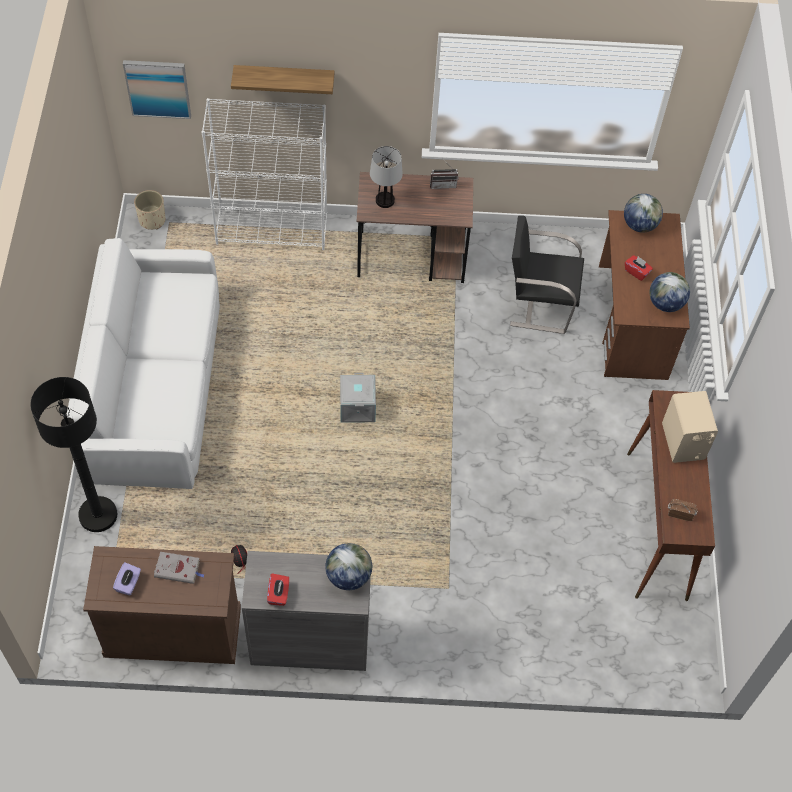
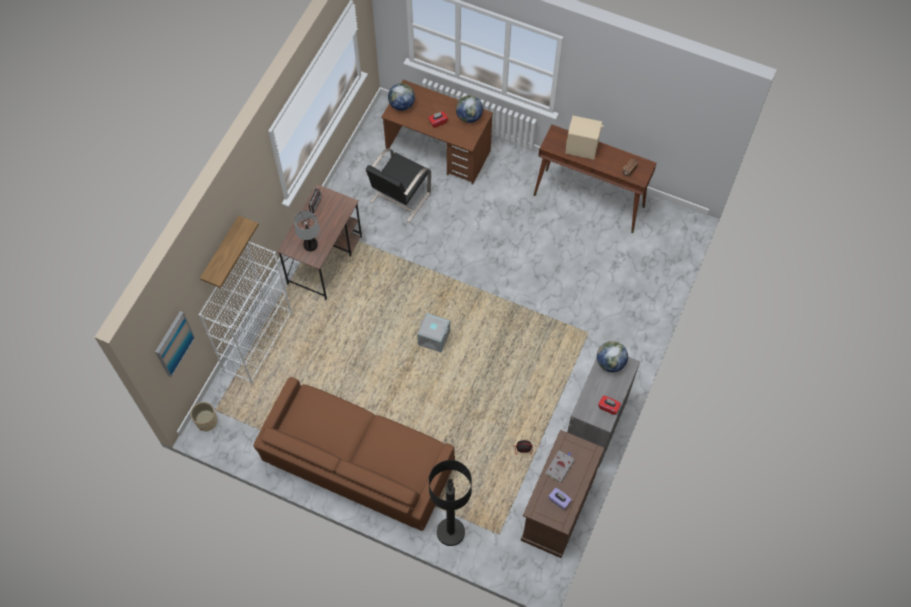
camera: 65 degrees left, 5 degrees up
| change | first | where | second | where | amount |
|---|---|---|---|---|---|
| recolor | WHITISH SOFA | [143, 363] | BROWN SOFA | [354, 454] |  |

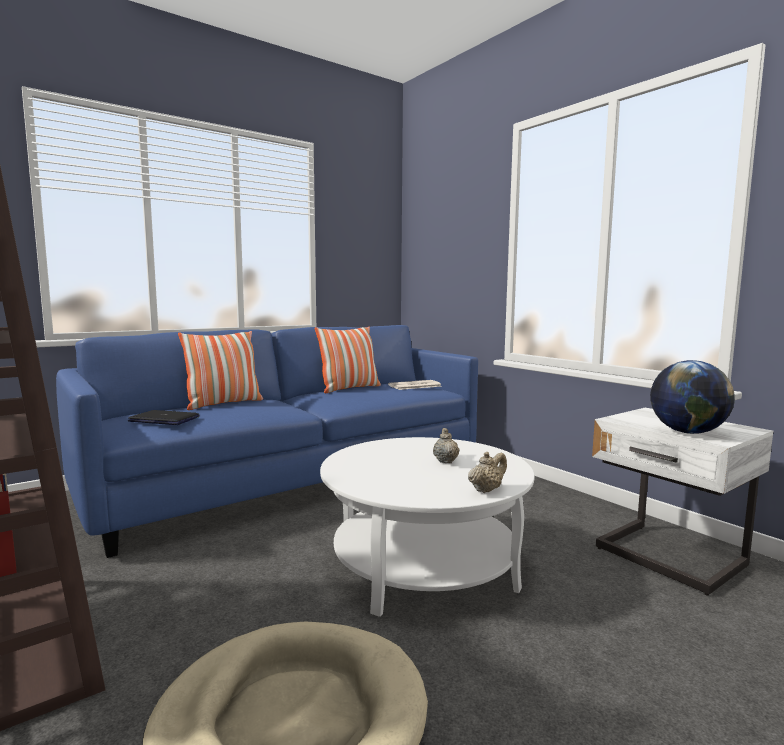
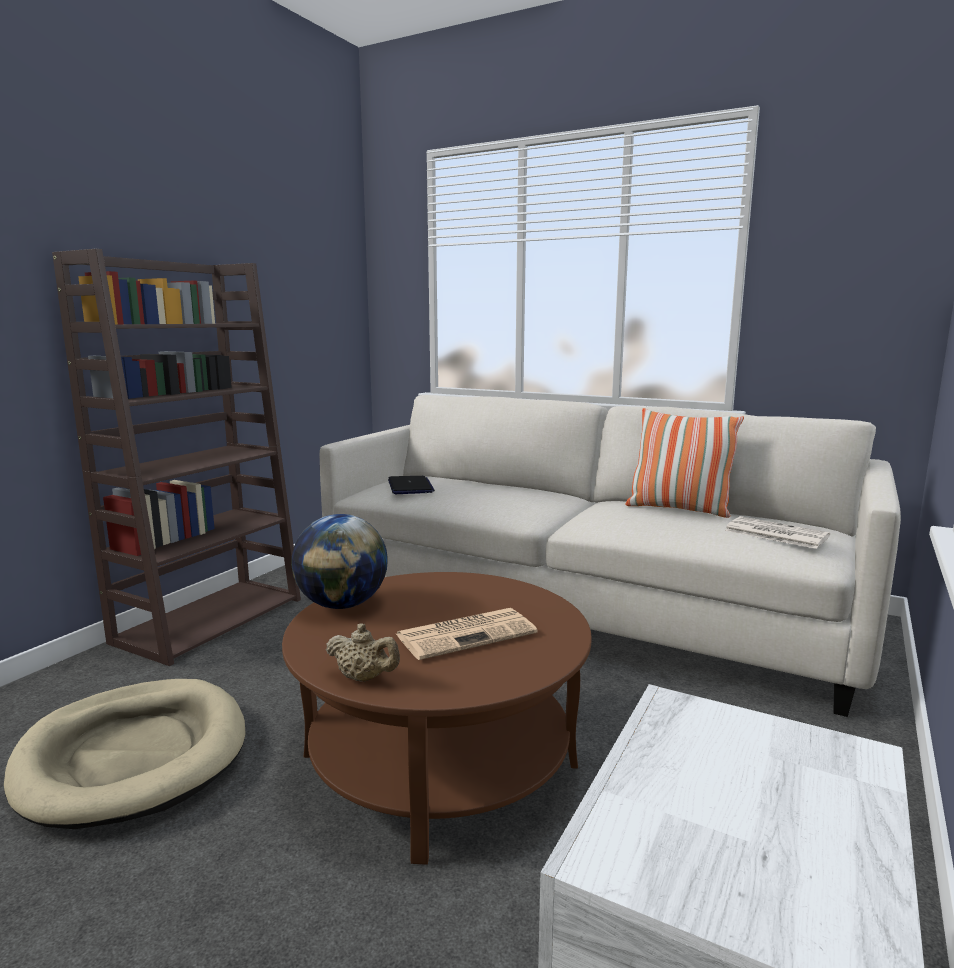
camera: 65 degrees right, 5 degrees up
| change | first | where | second | where | amount |
|---|---|---|---|---|---|
| recolor | BLUISH SOFA | [267, 441] | WHITISH SOFA | [610, 556] |  |
| delete | CUSHION | [220, 370] |  |  |  |
| recolor | WHITISH LOUNGE TABLE | [427, 527] | BROWN LOUNGE TABLE | [437, 718] |  |
| replace | BEIGE-COLOURED TEAPOT | [446, 445] | NEWSPAPER | [466, 634] |  |
| move | GLOBE | [692, 397] |  | [339, 561] |  |

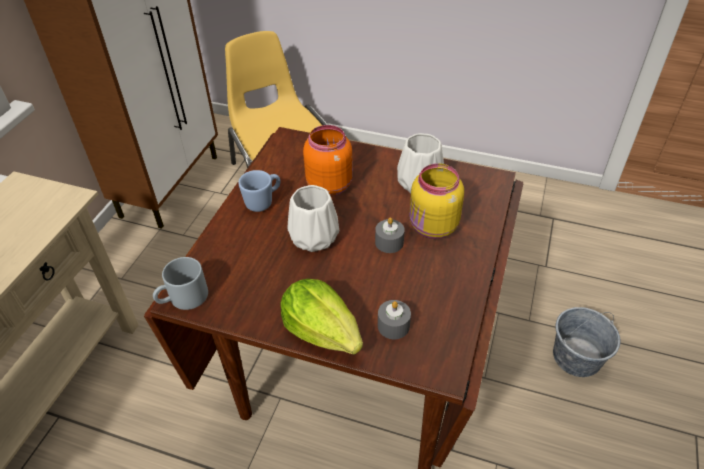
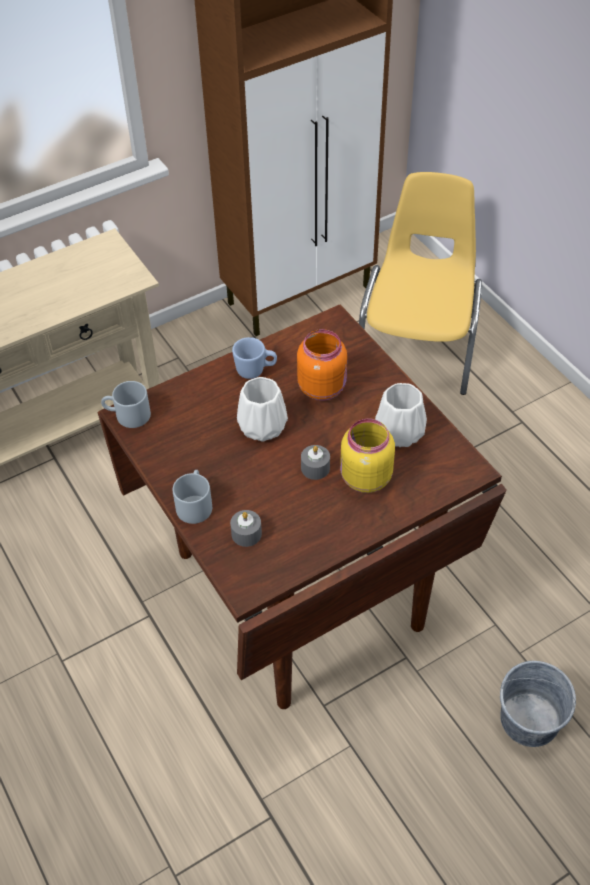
camera: 40 degrees right, 5 degrees up
| change | first | where | second | where | amount |
|---|---|---|---|---|---|
| replace | LETTUCE | [321, 316] | GREYISH TEA MUG | [192, 497] |  |

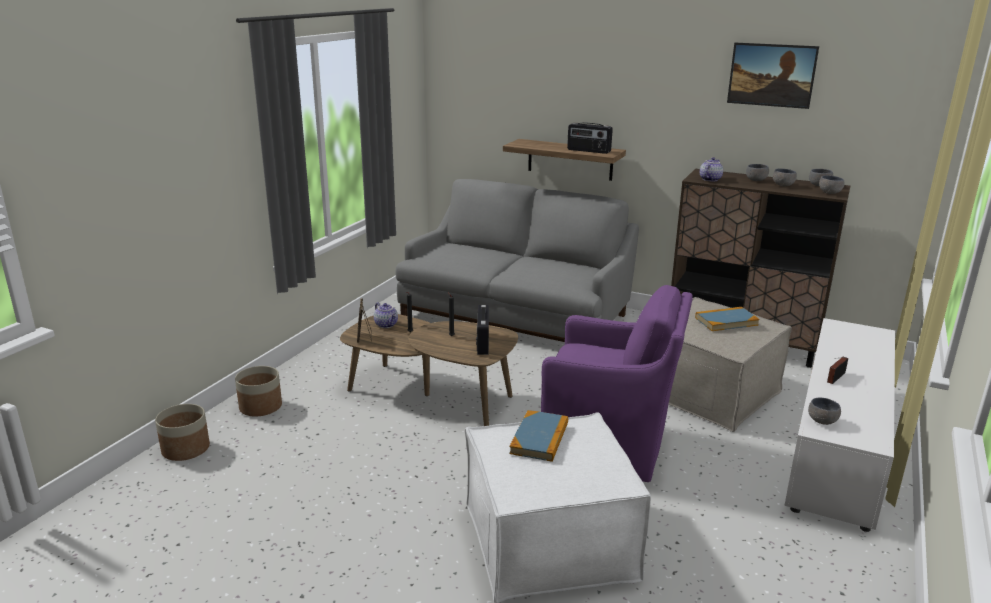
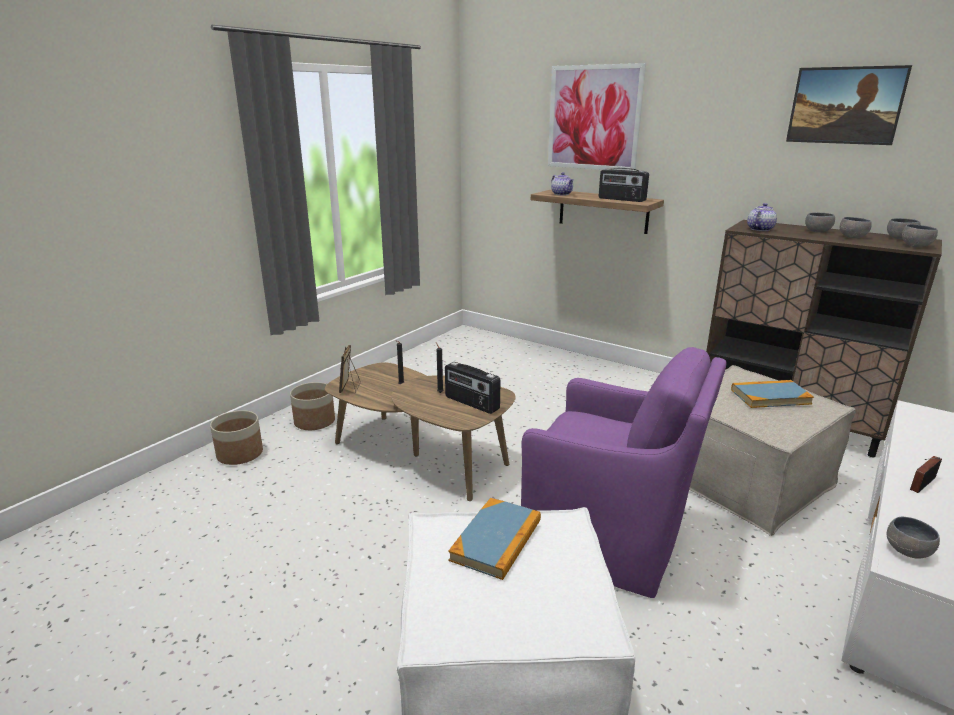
camera: 10 degrees right, 0 degrees up
| change | first | where | second | where | amount |
|---|---|---|---|---|---|
| move | PLANT POT | [182, 432] |  | [312, 406] |  |
| move | TEAPOT | [386, 315] |  | [562, 184] |  |
| delete | GREYISH SOFA | [517, 260] |  |  |  |
| rotate | RADIO SET | [482, 330] |  | [473, 388] | 60 degrees counterclockwise |
| insert |  |  | PICTURE | [597, 117] |  |

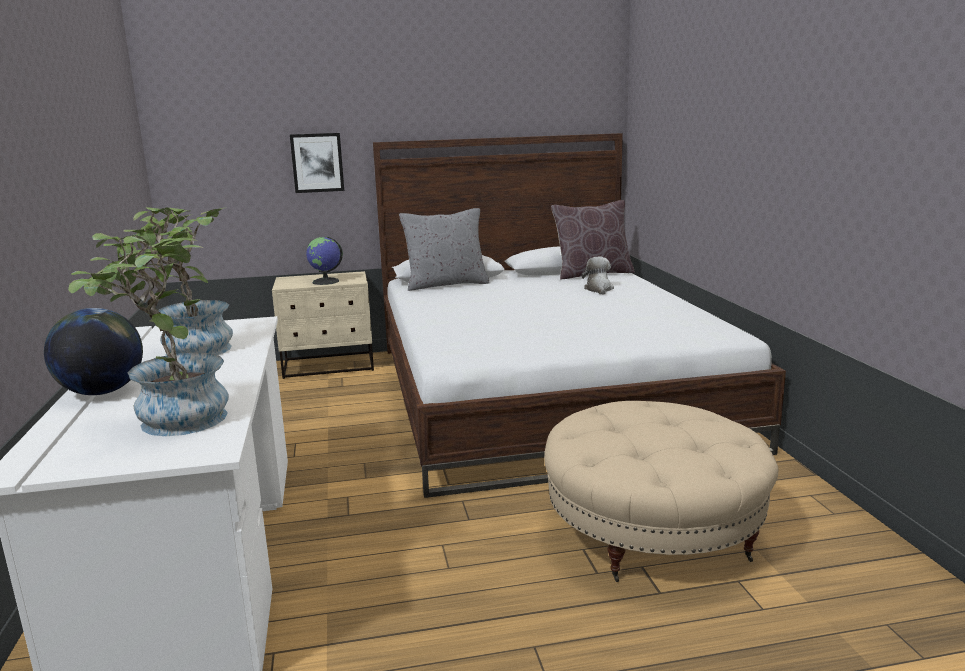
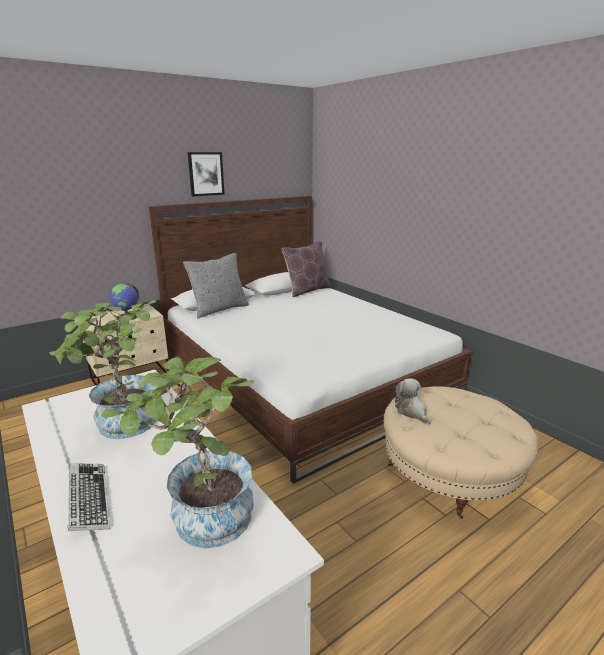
camera: 25 degrees left, 5 degrees up
| change | first | where | second | where | amount |
|---|---|---|---|---|---|
| replace | GLOBE | [93, 351] | PC KEYBOARD | [89, 497] |  |
| move | PICTURE | [317, 163] |  | [206, 174] |  |
| move | SOFT TOY | [598, 275] |  | [413, 401] |  |

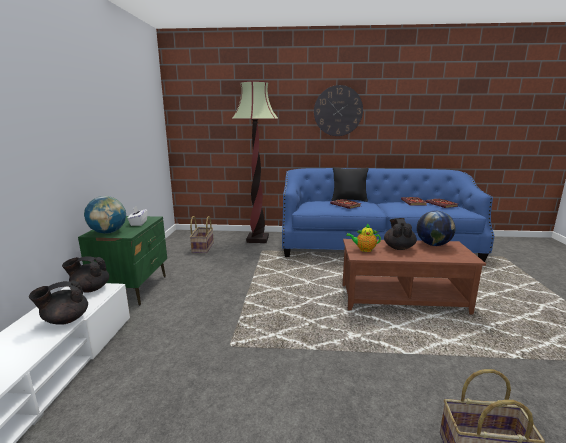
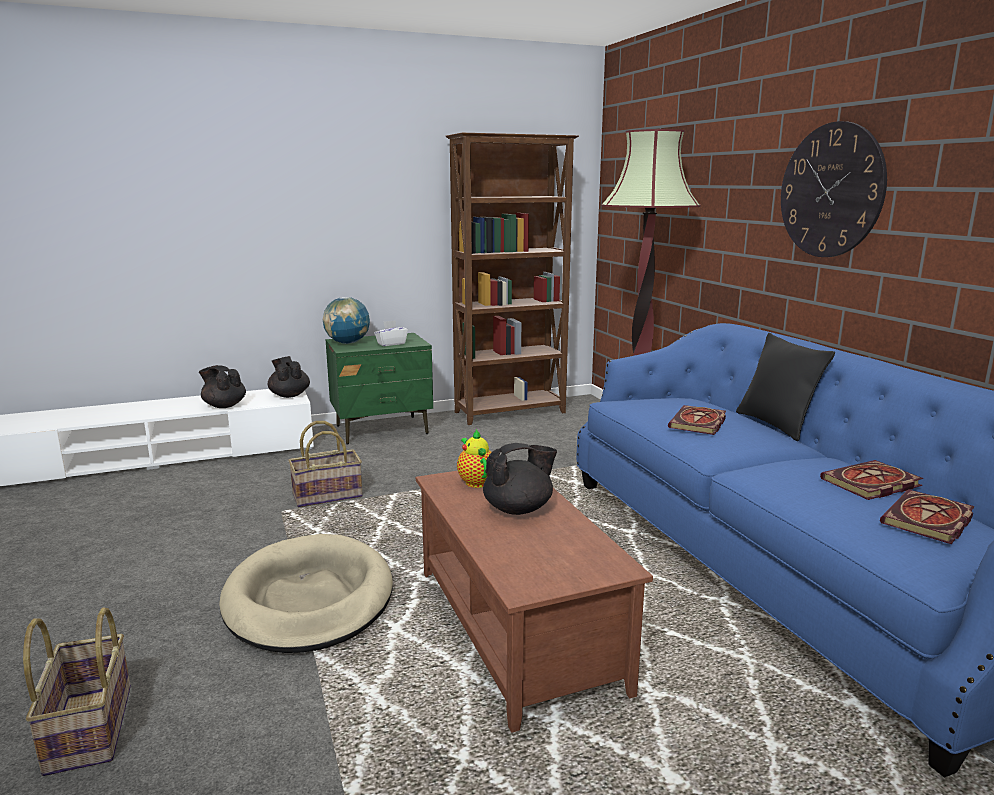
camera: 65 degrees right, 0 degrees up
| change | first | where | second | where | amount |
|---|---|---|---|---|---|
| move | HOUSEHOLD BASKET | [202, 234] |  | [325, 464] |  |
| delete | GLOBE | [436, 228] |  |  |  |
| insert |  |  | BEIGE-COLOURED DOG CUSHION | [306, 593] |  |
| insert |  |  | BROWN BOOKCASE | [512, 279] |  |

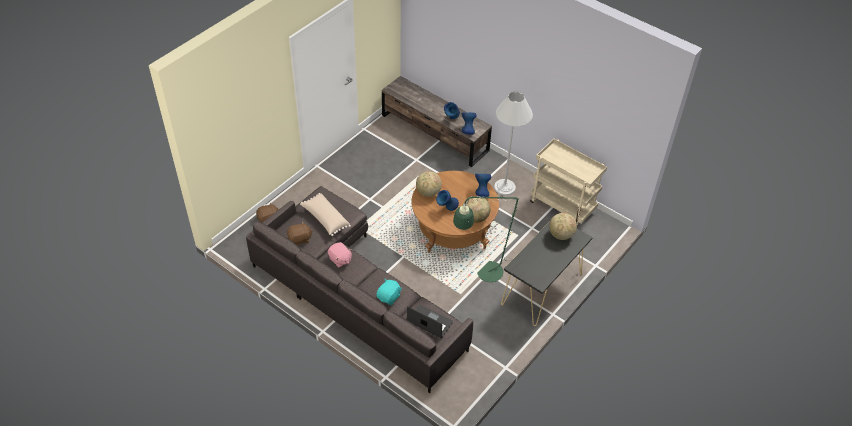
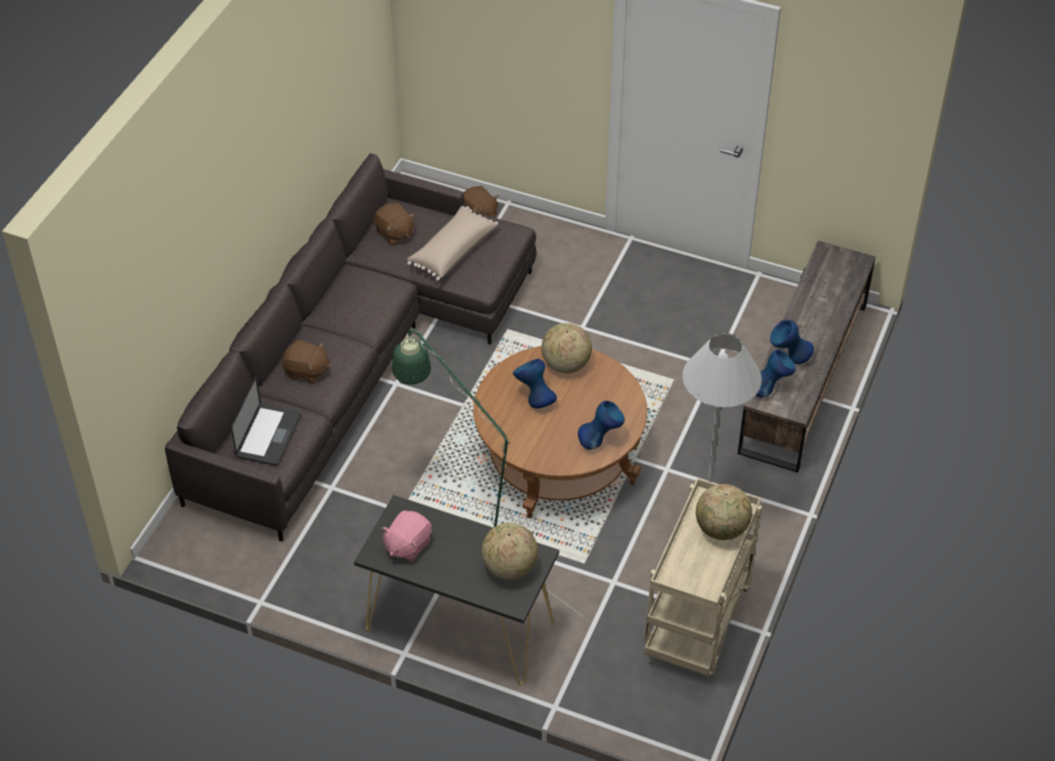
camera: 75 degrees right, 0 degrees up
| change | first | where | second | where | amount |
|---|---|---|---|---|---|
| move | PINK-COLOURED SOFT TOY | [340, 255] |  | [406, 536] |  |
| recolor | BLUE-GREEN SOFT TOY | [389, 291] | BROWN SOFT TOY | [306, 362] |  |
| move | GLOBE | [478, 209] |  | [724, 512] |  |

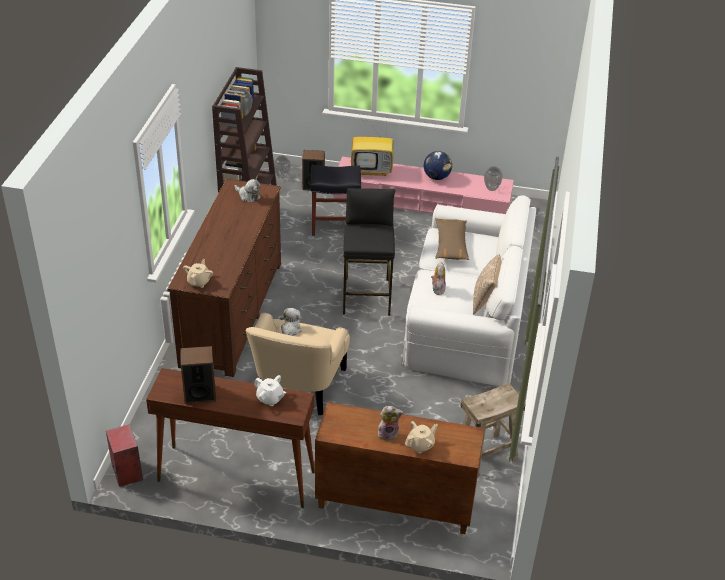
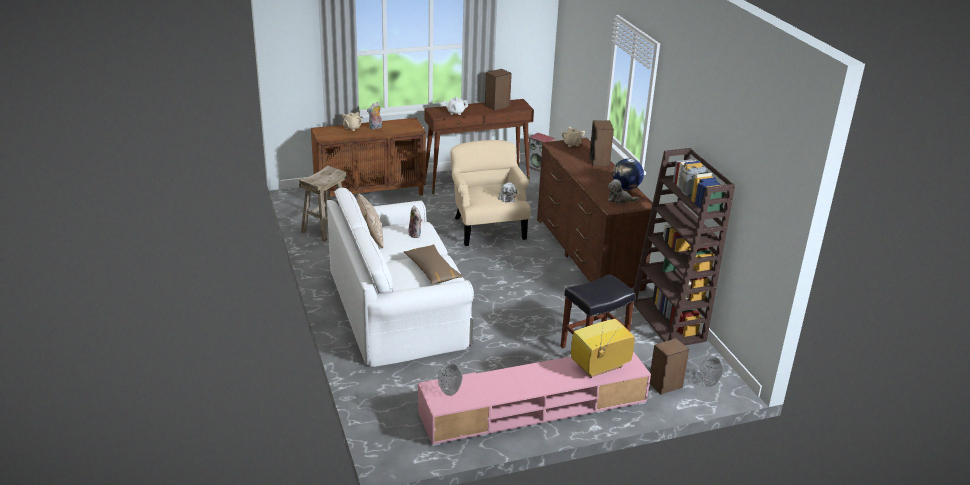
camera: 150 degrees right, 10 degrees down
| change | first | where | second | where | amount |
|---|---|---|---|---|---|
| delete | BLACK-COLOURED STOOL | [369, 252] |  |  |  |
| move | GLOBE | [438, 165] |  | [628, 174] |  |
| insert |  |  | LOUDSPEAKER | [601, 143] |  |

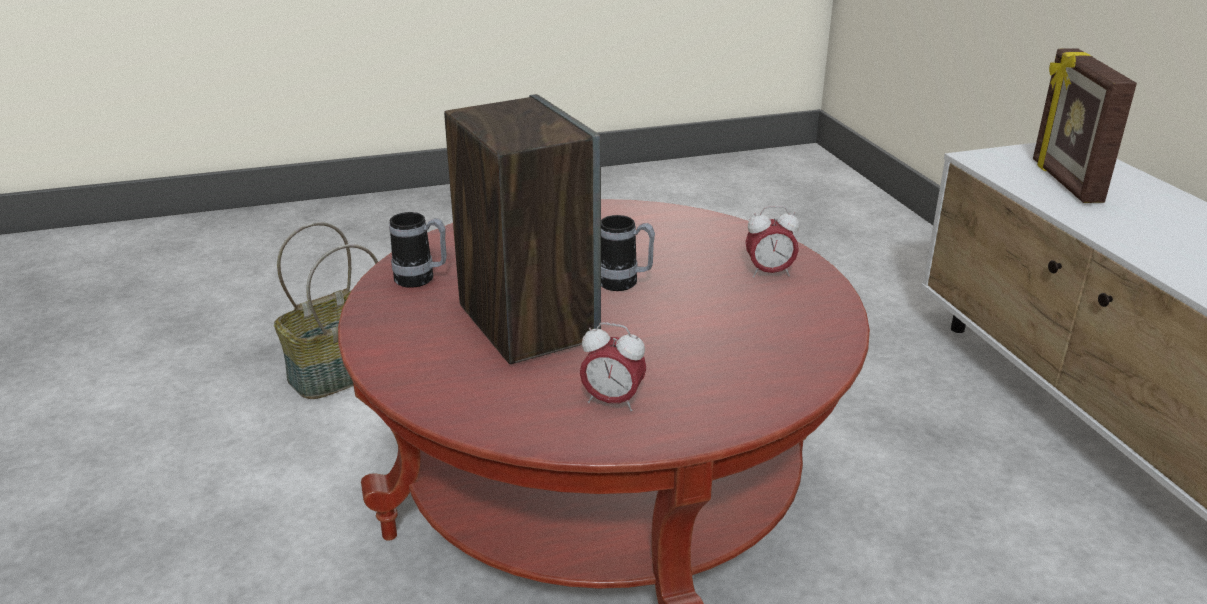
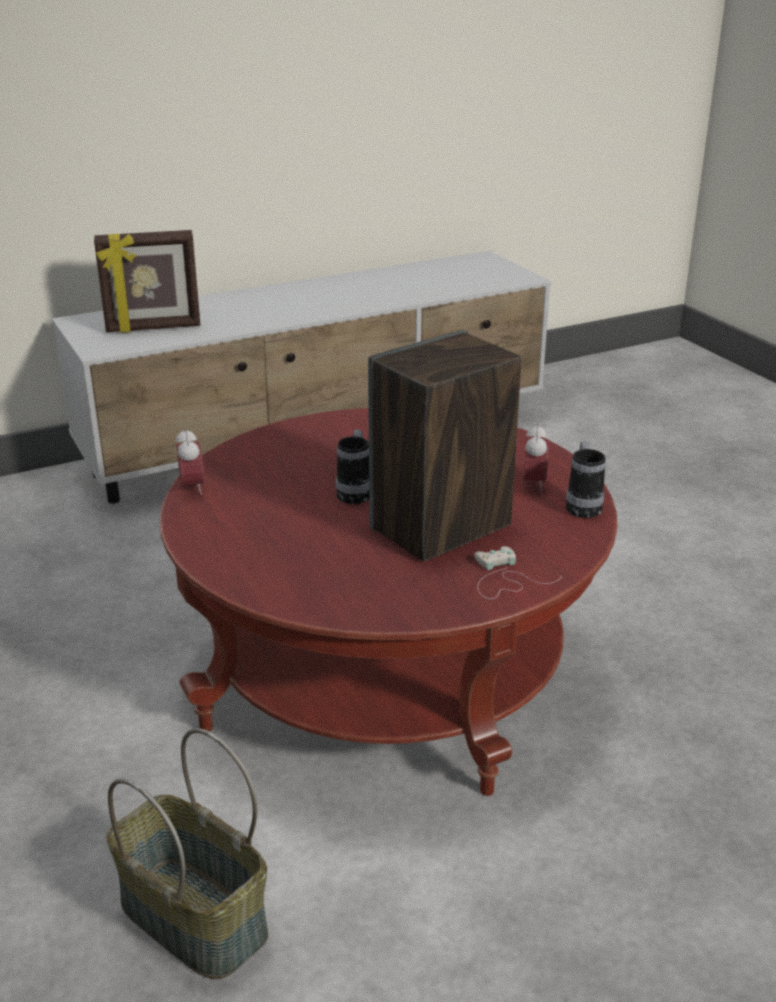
camera: 100 degrees left, 0 degrees up
| change | first | where | second | where | amount |
|---|---|---|---|---|---|
| move | TEA MUG | [418, 250] |  | [586, 479] |  |
| move | TABLE CLOCK | [772, 242] |  | [190, 460] |  |
| insert |  |  | WHITISH GAMEPAD | [518, 572] |  |

